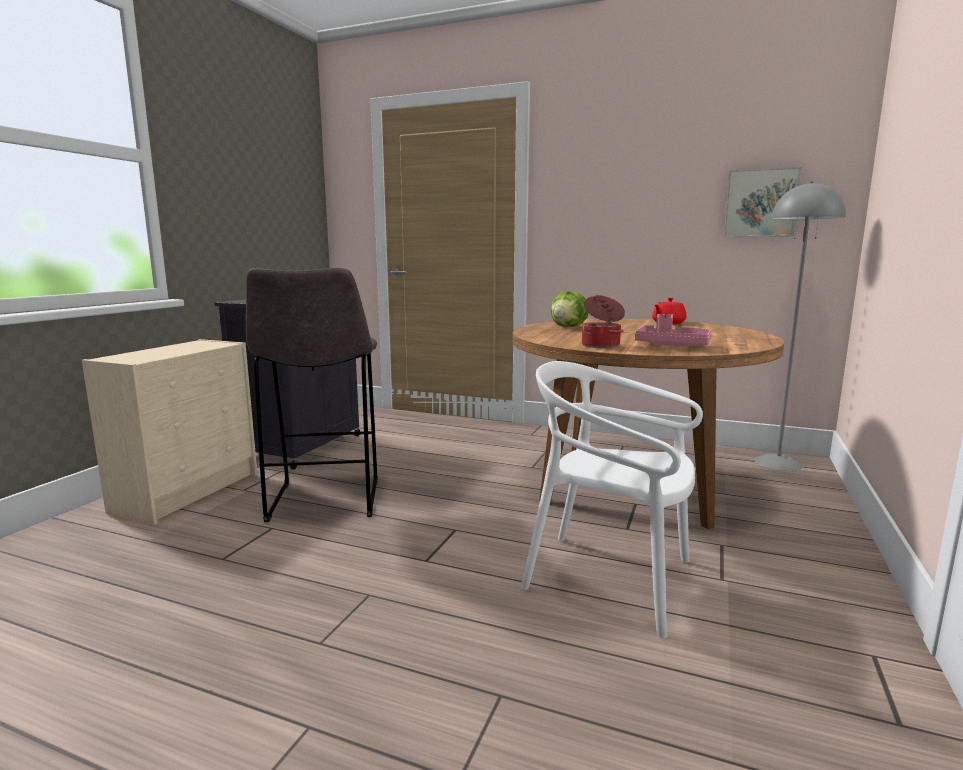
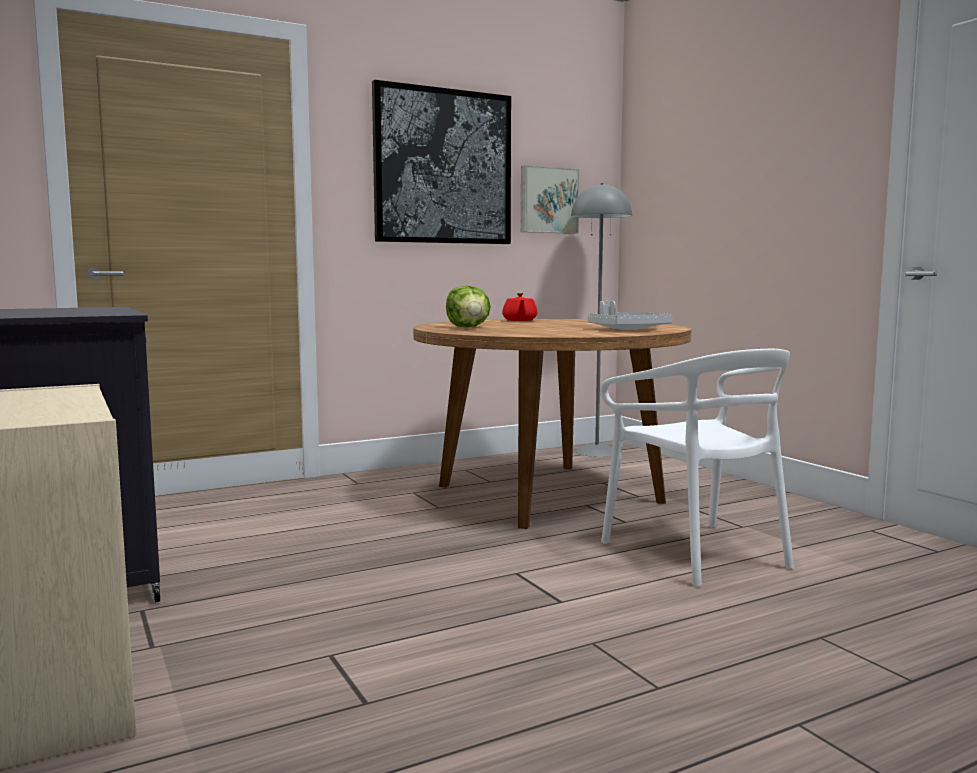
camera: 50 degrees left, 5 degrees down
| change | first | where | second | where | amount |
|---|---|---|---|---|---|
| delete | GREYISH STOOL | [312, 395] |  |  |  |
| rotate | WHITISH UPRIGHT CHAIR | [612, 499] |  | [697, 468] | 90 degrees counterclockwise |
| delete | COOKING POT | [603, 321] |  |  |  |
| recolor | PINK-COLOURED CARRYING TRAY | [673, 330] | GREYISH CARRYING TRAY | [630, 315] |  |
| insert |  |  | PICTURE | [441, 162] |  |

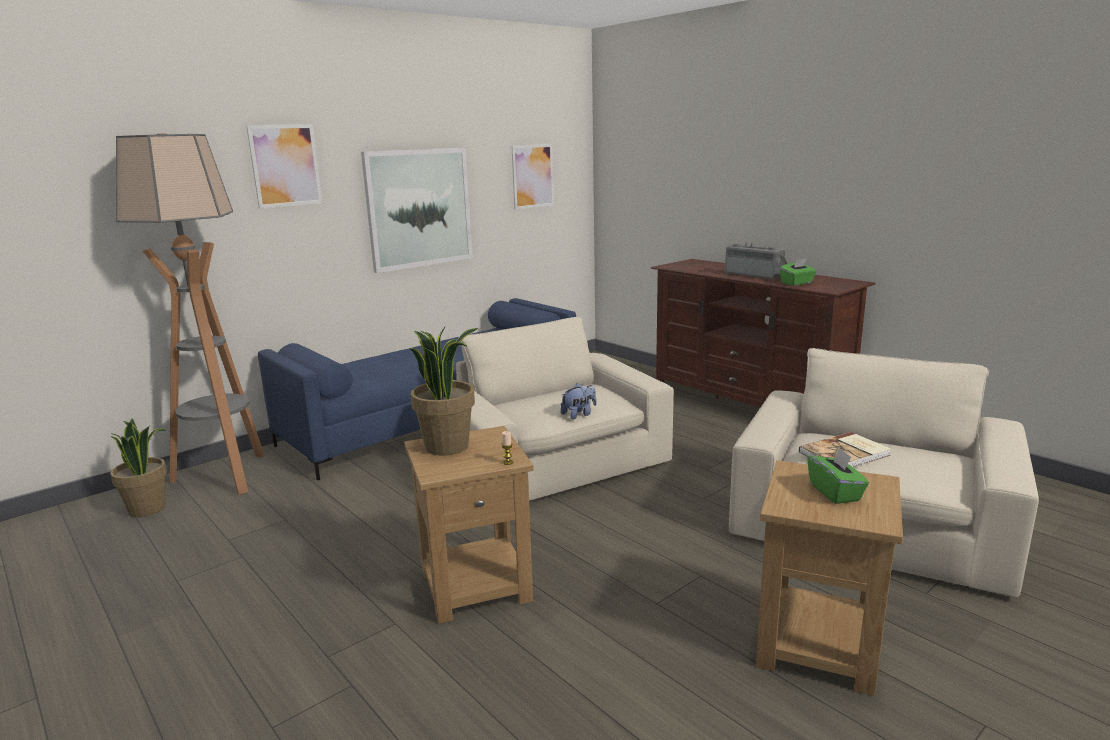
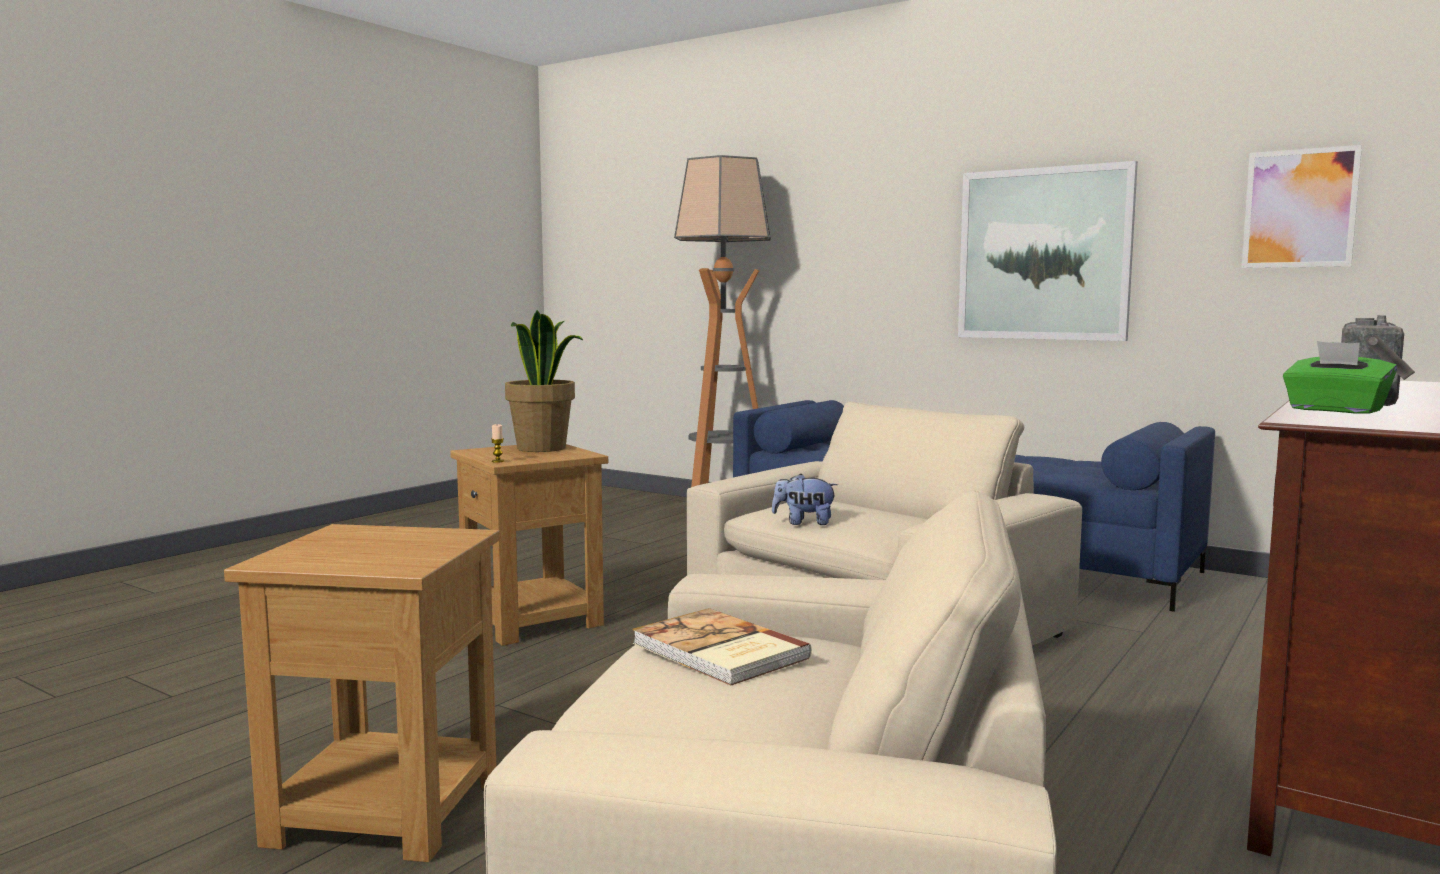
camera: 75 degrees right, 10 degrees down
| change | first | where | second | where | amount |
|---|---|---|---|---|---|
| delete | HOUSEPLANT | [138, 467] |  |  |  |
| delete | PICTURE | [284, 166] |  |  |  |
| rotate | SOFT TOY | [579, 401] |  | [805, 499] | 150 degrees clockwise |
| delete | GREENISH TISSUE HOLDER | [838, 475] |  |  |  |

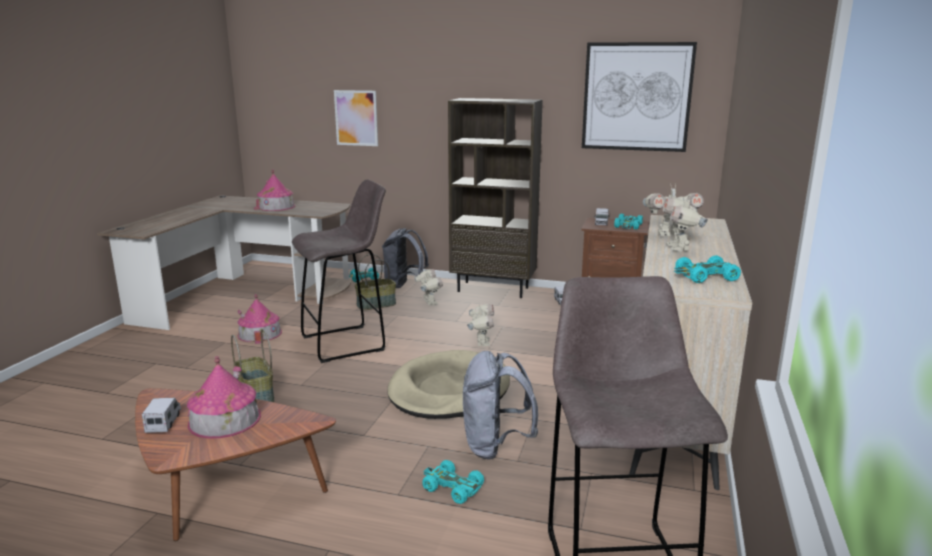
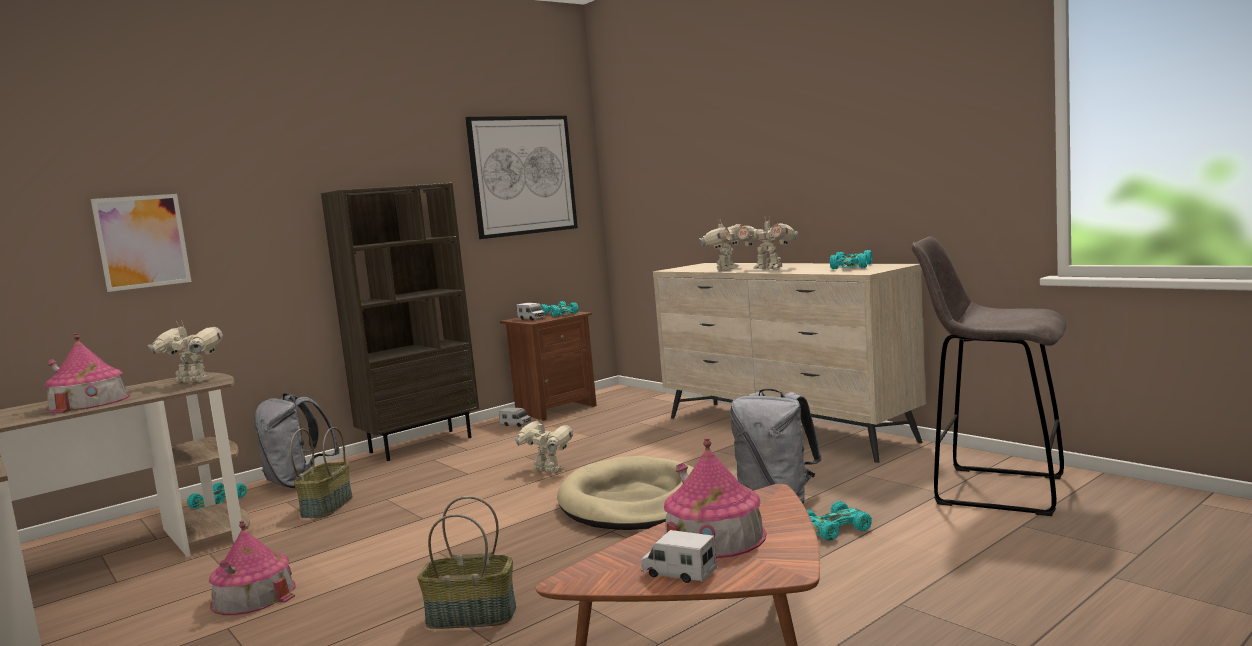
camera: 55 degrees left, 10 degrees down
| change | first | where | second | where | amount |
|---|---|---|---|---|---|
| delete | GREYISH STOOL | [339, 271] |  |  |  |
| move | ROBOT FIGURE | [428, 287] |  | [185, 352] |  |

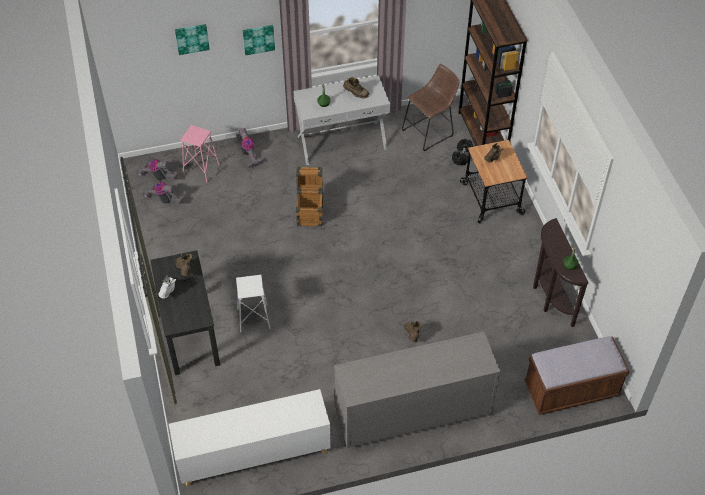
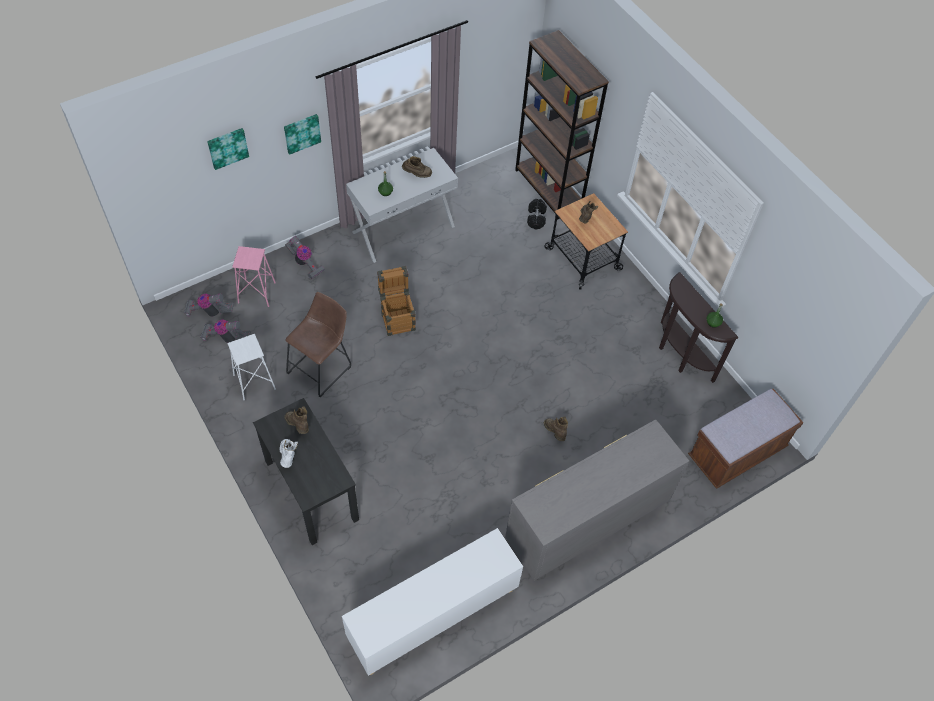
camera: 20 degrees left, 5 degrees up
| change | first | where | second | where | amount |
|---|---|---|---|---|---|
| move | WHITISH STOOL | [253, 303] |  | [251, 367] |  |
| move | BROWN STOOL | [431, 108] |  | [318, 344] |  |

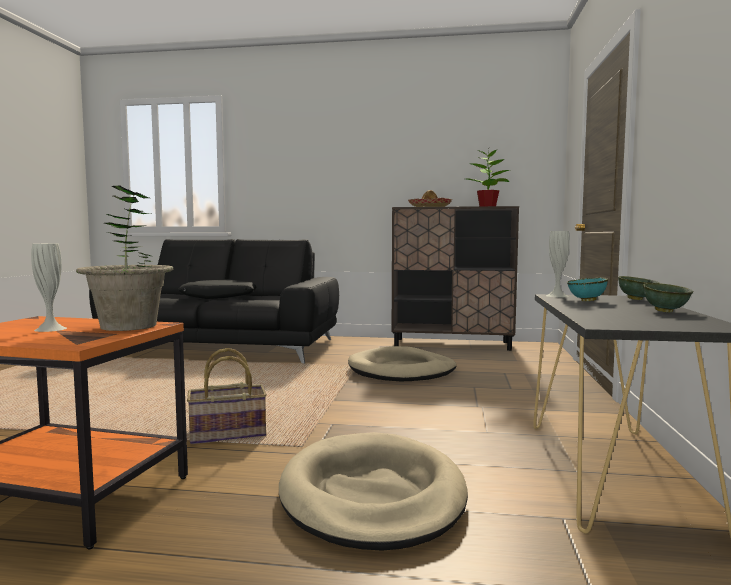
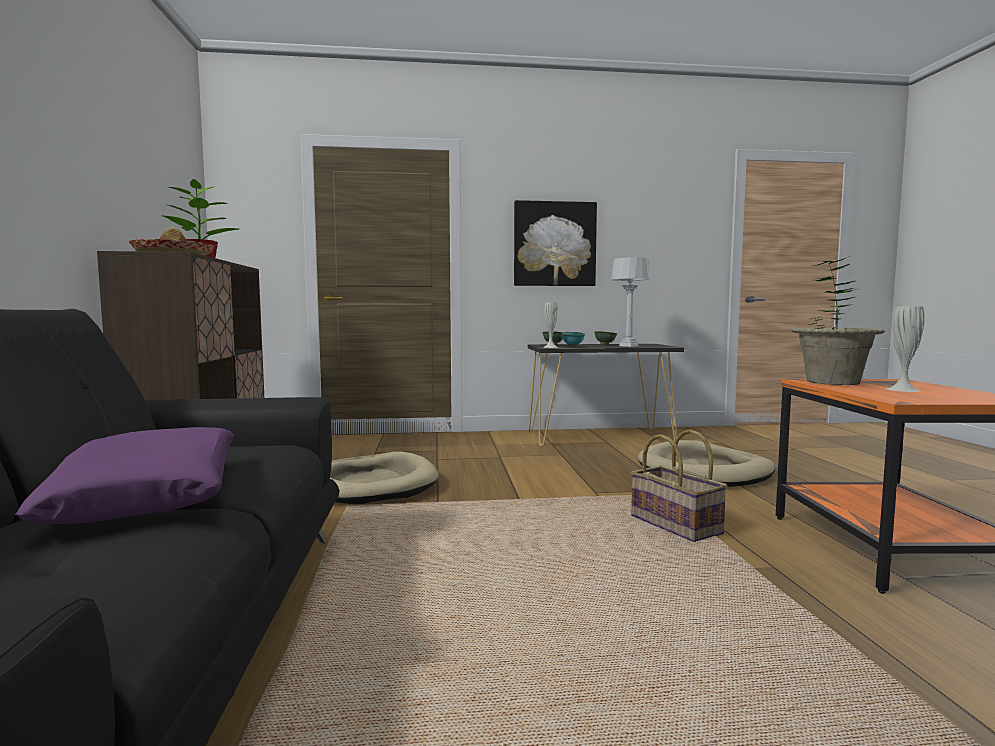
camera: 105 degrees left, 0 degrees up
| change | first | where | second | where | amount |
|---|---|---|---|---|---|
| recolor | BLACK-COLOURED CUSHION | [217, 289] | PURPLE CUSHION | [124, 475] |  |
| insert |  |  | PICTURE | [555, 243] |  |
| insert |  |  | GREYISH TABLE LAMP | [630, 302] |  |

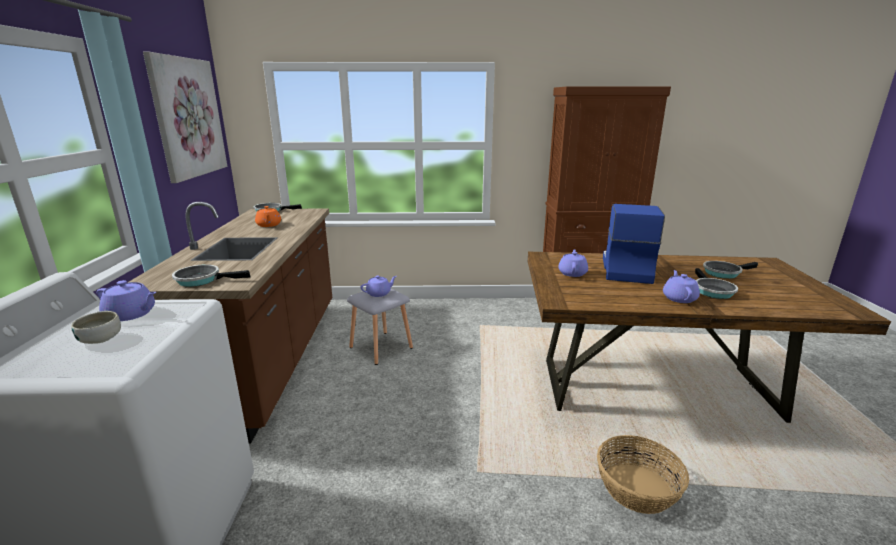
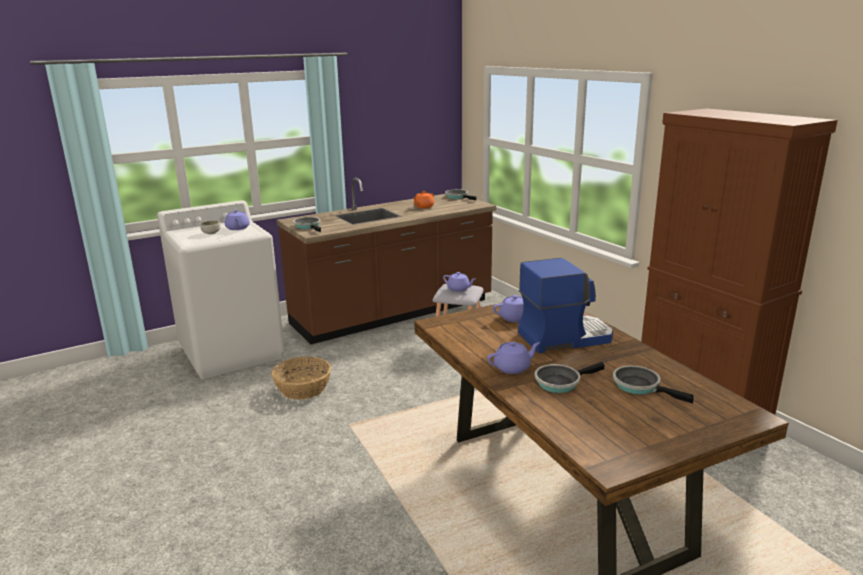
camera: 60 degrees right, 0 degrees up
| change | first | where | second | where | amount |
|---|---|---|---|---|---|
| delete | PICTURE | [185, 117] |  |  |  |
| move | HOUSEHOLD BASKET | [643, 474] |  | [301, 378] |  |

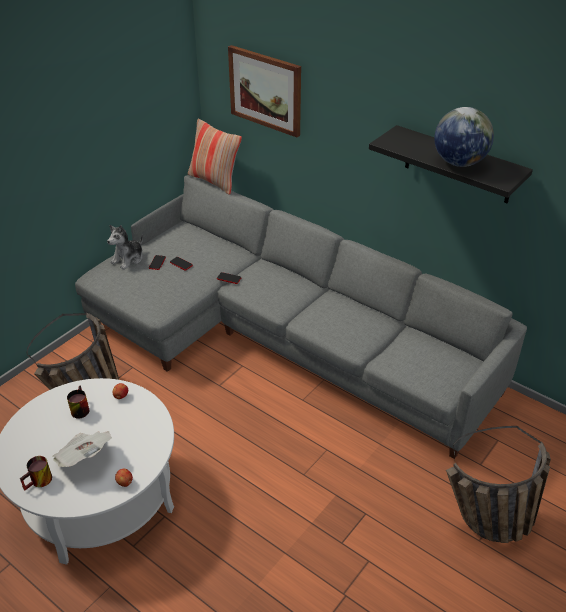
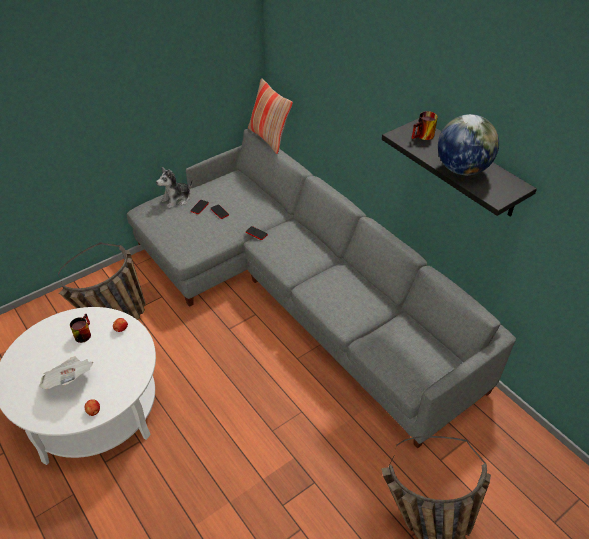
camera: 15 degrees right, 5 degrees up
| change | first | where | second | where | amount |
|---|---|---|---|---|---|
| move | TEA MUG | [36, 473] |  | [425, 125] |  |
| delete | PICTURE | [264, 91] |  |  |  |

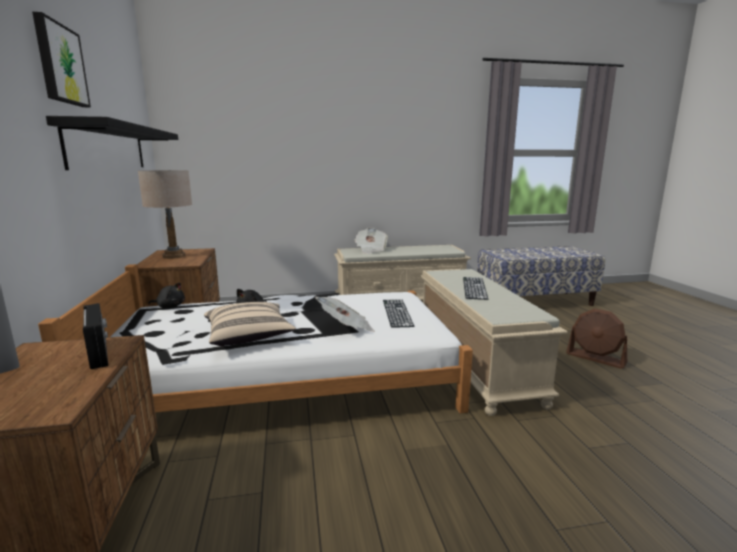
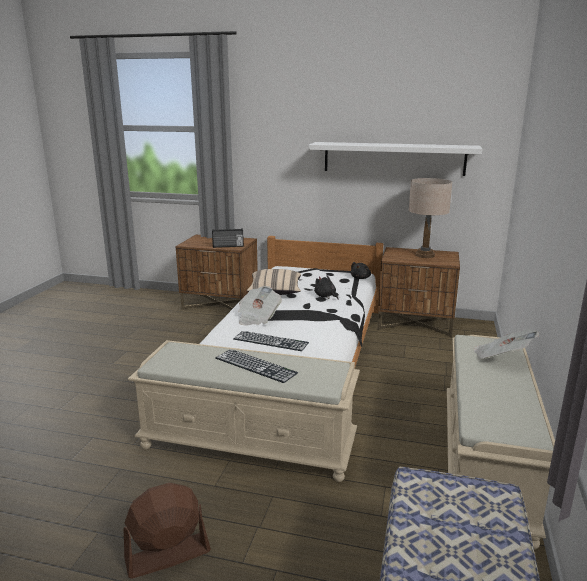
camera: 115 degrees right, 5 degrees up
| change | first | where | second | where | amount |
|---|---|---|---|---|---|
| delete | PICTURE | [61, 59] |  |  |  |
| recolor | BLACK-COLOURED BRACKET SHELF | [112, 143] | WHITISH BRACKET SHELF | [395, 159] |  |

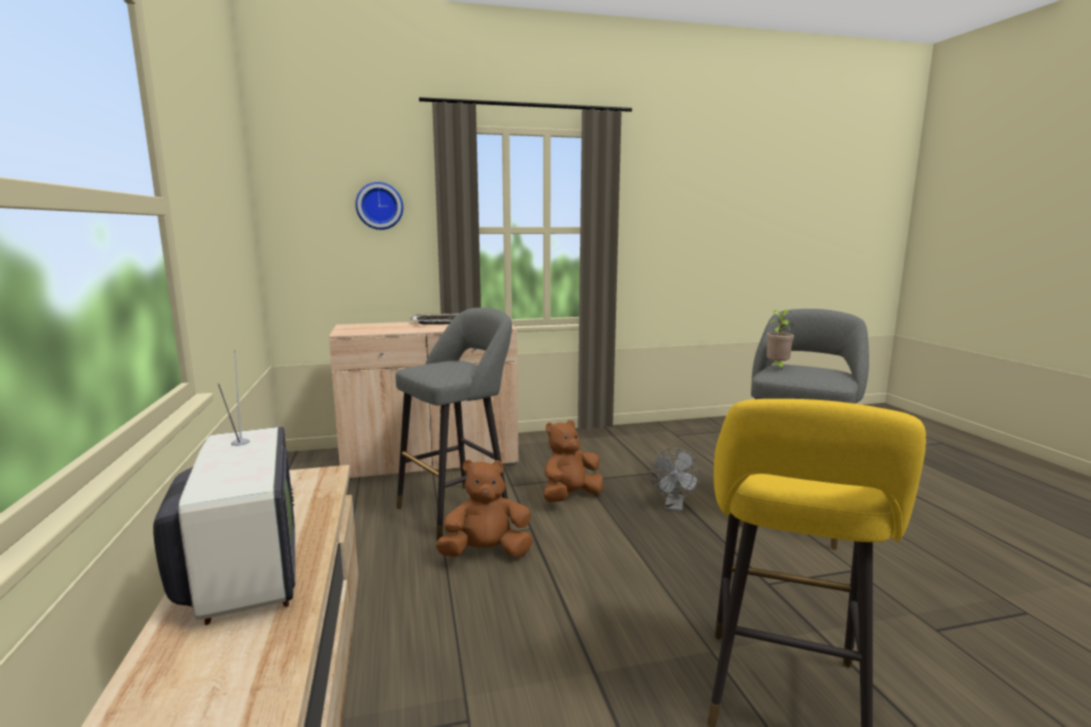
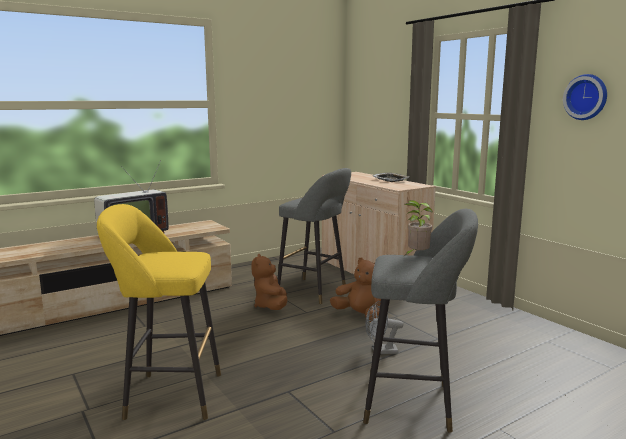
camera: 70 degrees right, 0 degrees up
| change | first | where | second | where | amount |
|---|---|---|---|---|---|
| move | CLOCK ON THE WALL | [379, 206] |  | [585, 97] |  |
| rotate | BROWN SOFT TOY | [484, 508] |  | [269, 282] | 150 degrees counterclockwise |

